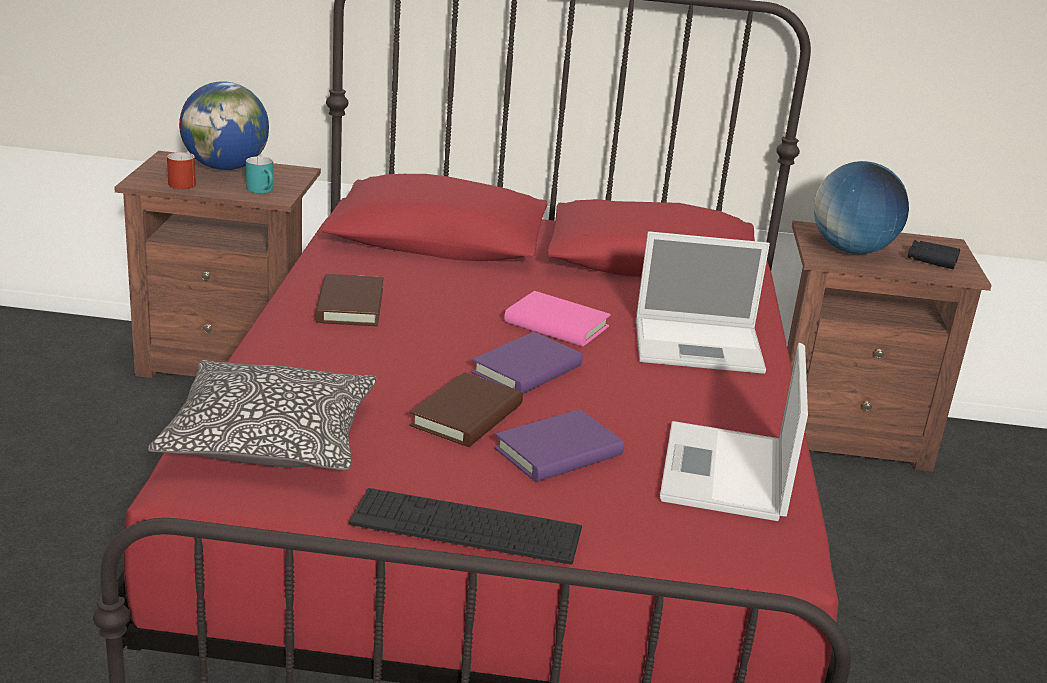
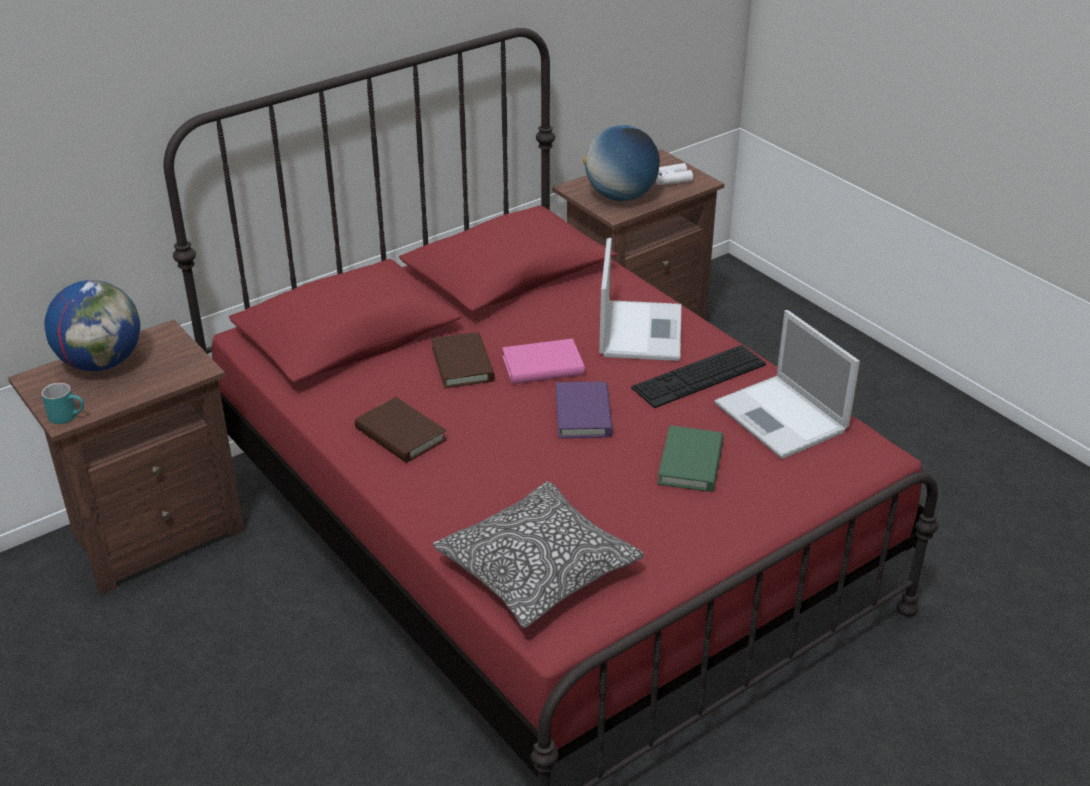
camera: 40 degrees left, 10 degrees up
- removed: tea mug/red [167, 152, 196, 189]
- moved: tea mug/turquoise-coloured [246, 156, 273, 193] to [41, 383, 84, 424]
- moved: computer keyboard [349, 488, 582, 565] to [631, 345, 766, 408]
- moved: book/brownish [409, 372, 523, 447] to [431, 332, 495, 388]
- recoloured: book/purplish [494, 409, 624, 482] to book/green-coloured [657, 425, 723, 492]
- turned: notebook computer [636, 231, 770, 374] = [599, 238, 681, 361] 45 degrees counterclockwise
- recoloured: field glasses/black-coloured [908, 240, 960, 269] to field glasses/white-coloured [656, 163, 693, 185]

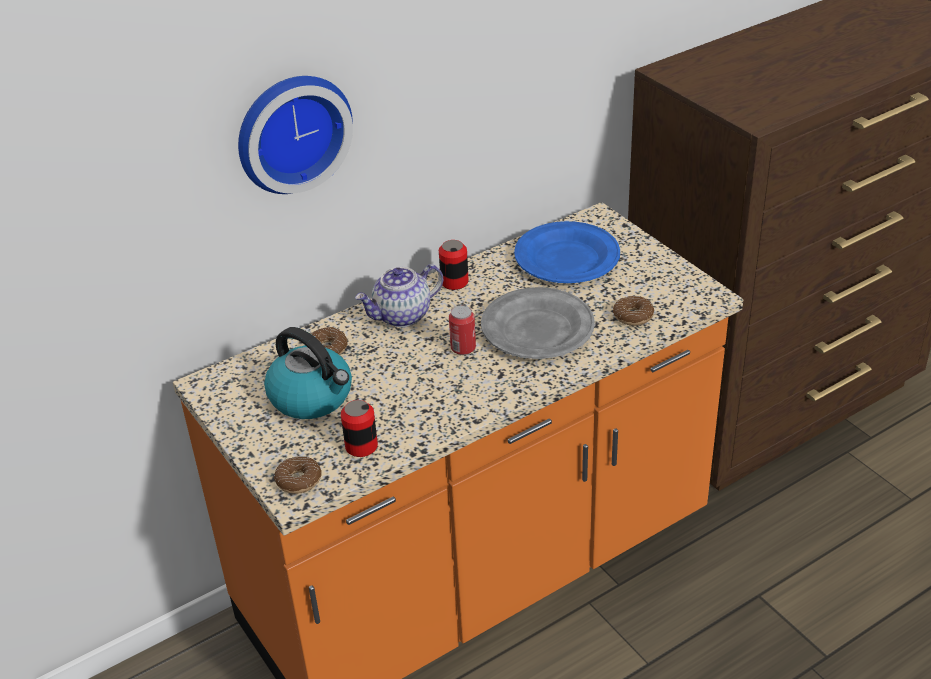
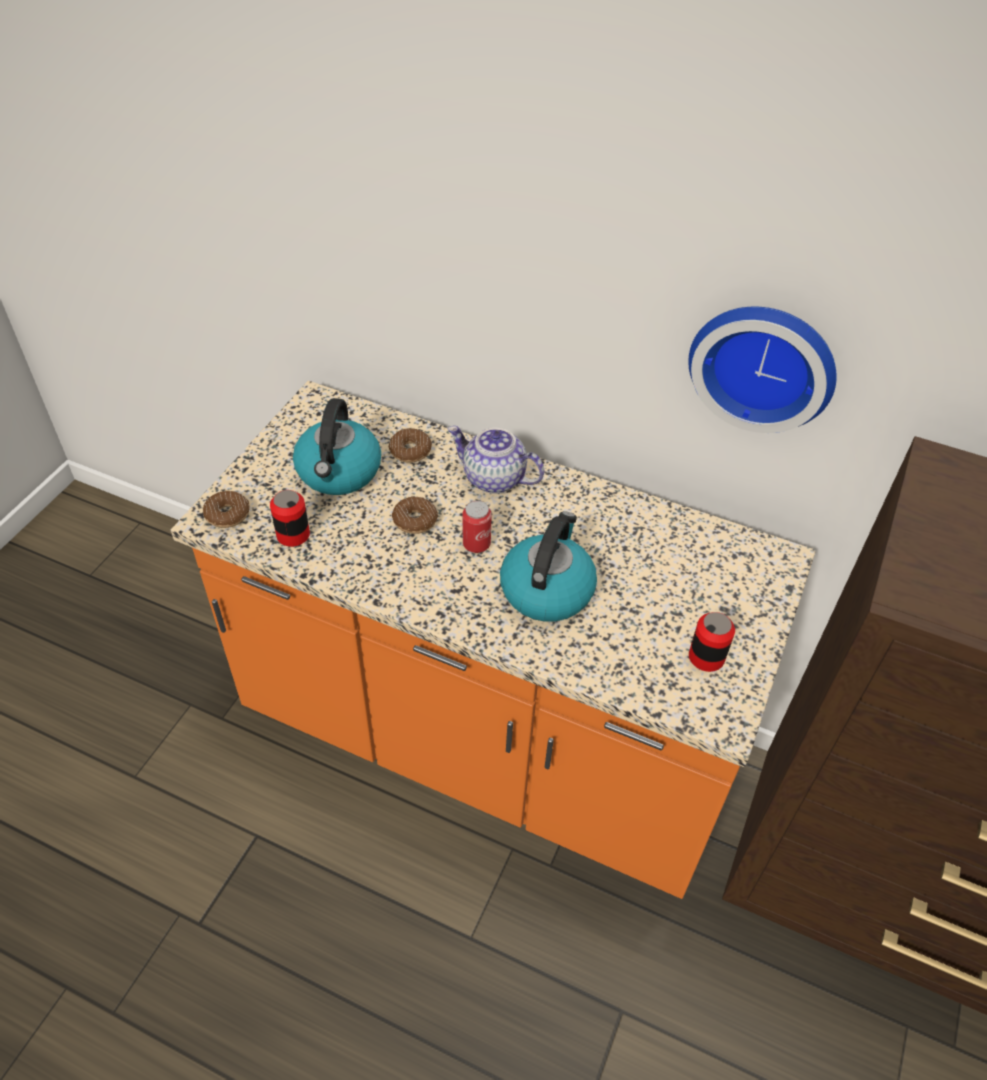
camera: 55 degrees right, 10 degrees up
- moved: clock on the wall [238, 76, 353, 194] to [688, 307, 837, 433]
- moved: metal can [439, 240, 469, 290] to [689, 612, 735, 672]
- replaced: plate/gray [481, 287, 595, 359] to kettle [500, 511, 597, 622]
- removed: plate/blue [514, 221, 620, 283]
- moved: doughnut [613, 296, 654, 326] to [392, 497, 438, 534]

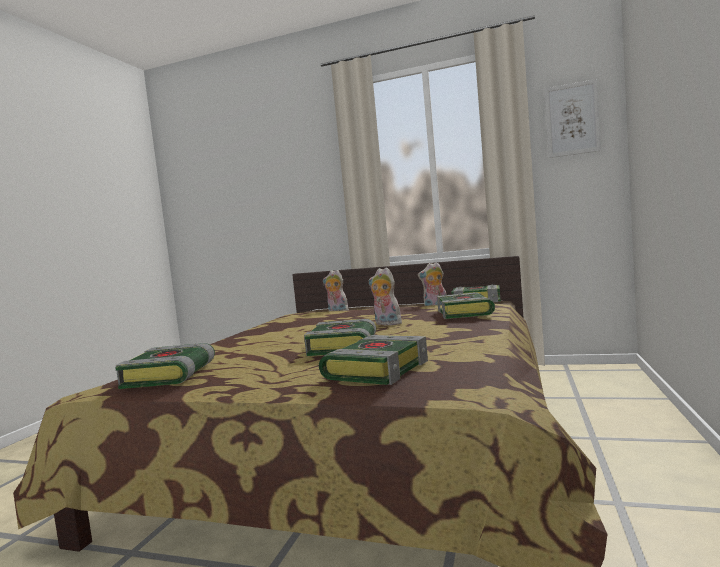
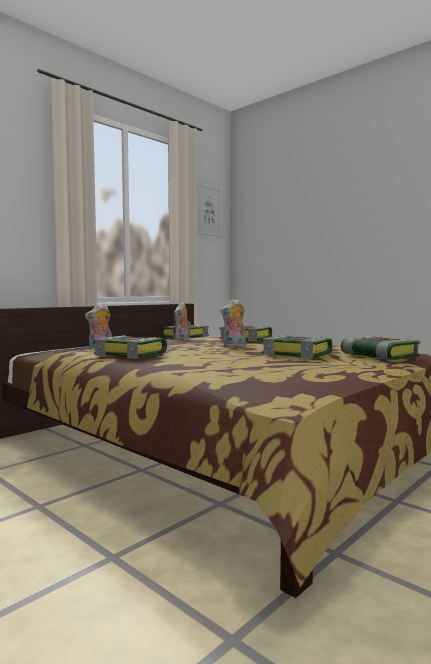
camera: 65 degrees left, 0 degrees up
- moved: book [115, 343, 215, 389] to [94, 335, 167, 359]

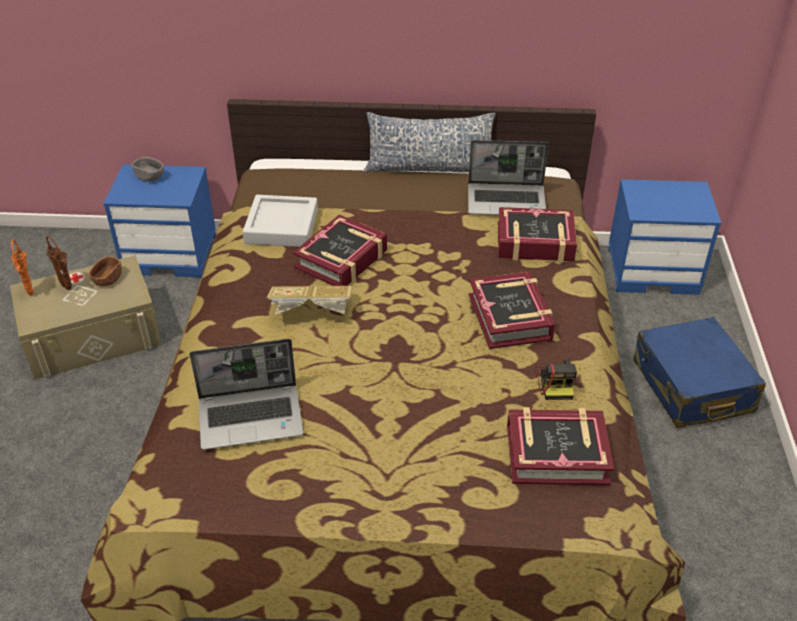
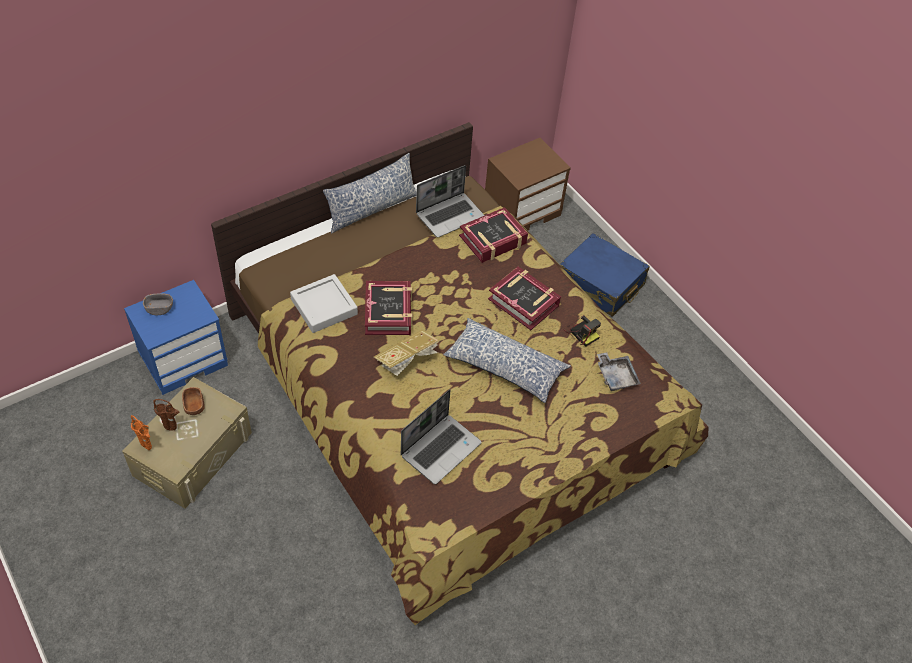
camera: 40 degrees left, 10 degrees up
- replaced: book [507, 407, 614, 485] to carrying tray/gray [597, 352, 641, 391]
- recoloured: nightstand/blue [608, 179, 721, 295] to nightstand/brownish [485, 138, 571, 230]
- added: pillow [443, 318, 571, 403]

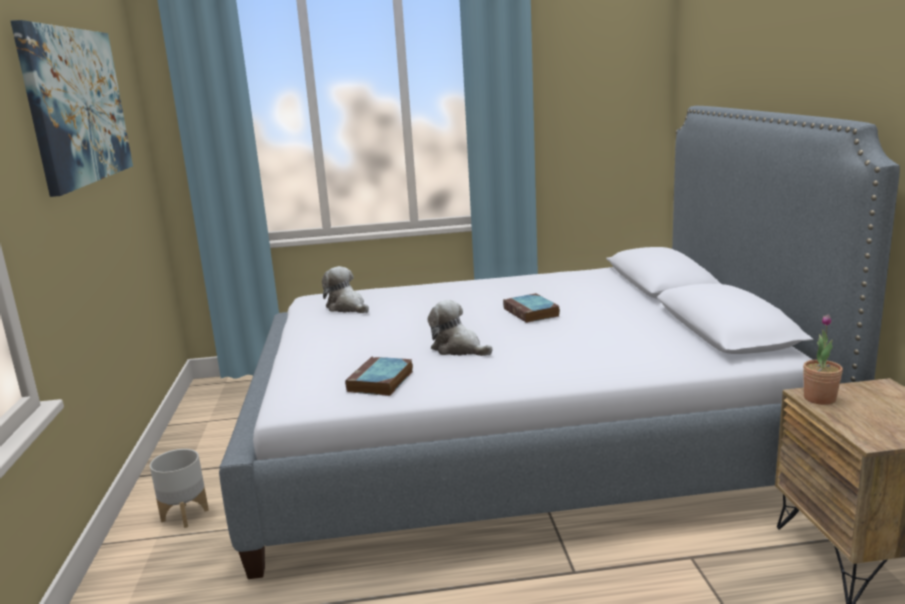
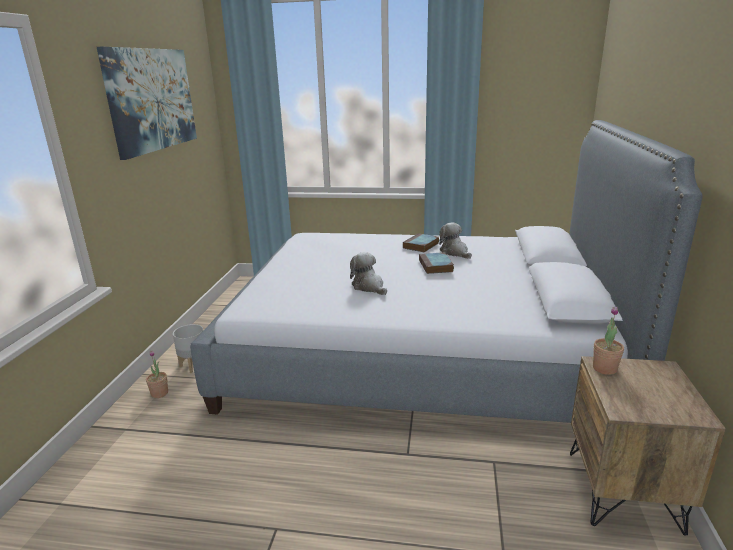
camera: 15 degrees right, 5 degrees up
- moved: soft toy [322, 266, 369, 313] to [439, 222, 472, 259]
- moved: book [345, 357, 413, 396] to [403, 233, 439, 252]
- added: potted plant [146, 351, 168, 398]

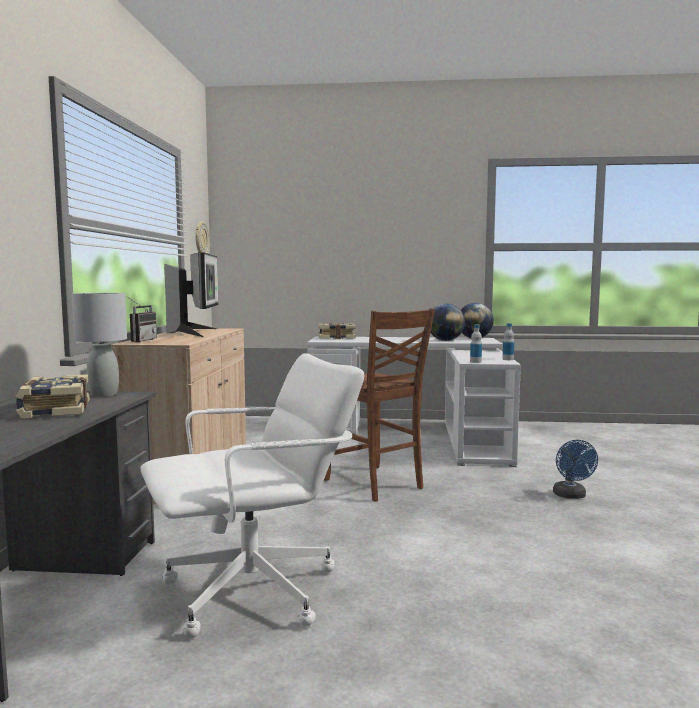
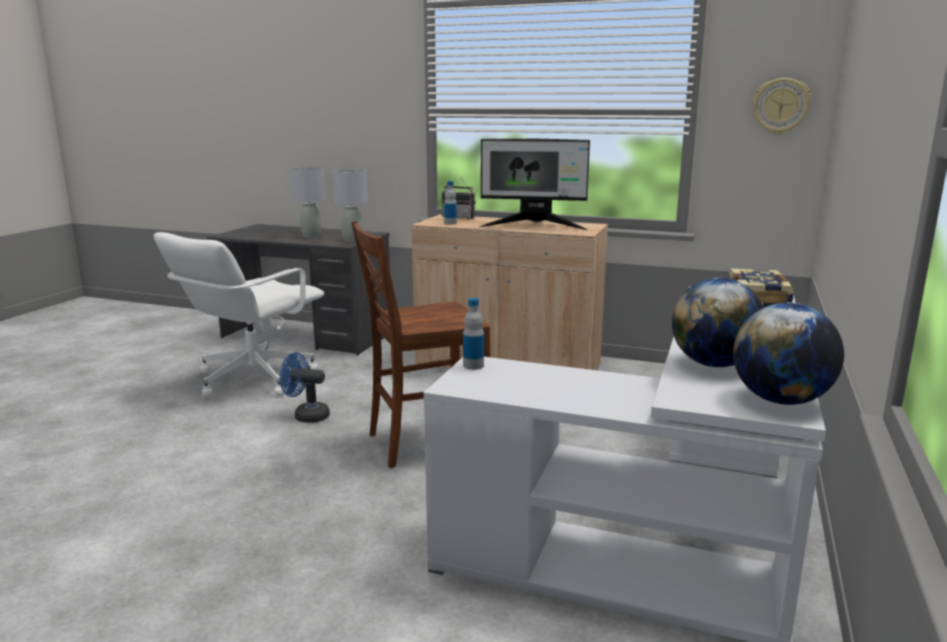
camera: 105 degrees right, 10 degrees up
- replaced: book [15, 374, 90, 418] to lamp for a table/gray [290, 167, 326, 238]
- turned: desk chair/white-coloured [140, 353, 364, 638] = [154, 232, 324, 398] 45 degrees clockwise
- moved: beverage bottle [502, 323, 514, 360] to [444, 181, 457, 225]
- moved: cooling fan/blue [553, 440, 598, 499] to [280, 352, 330, 423]

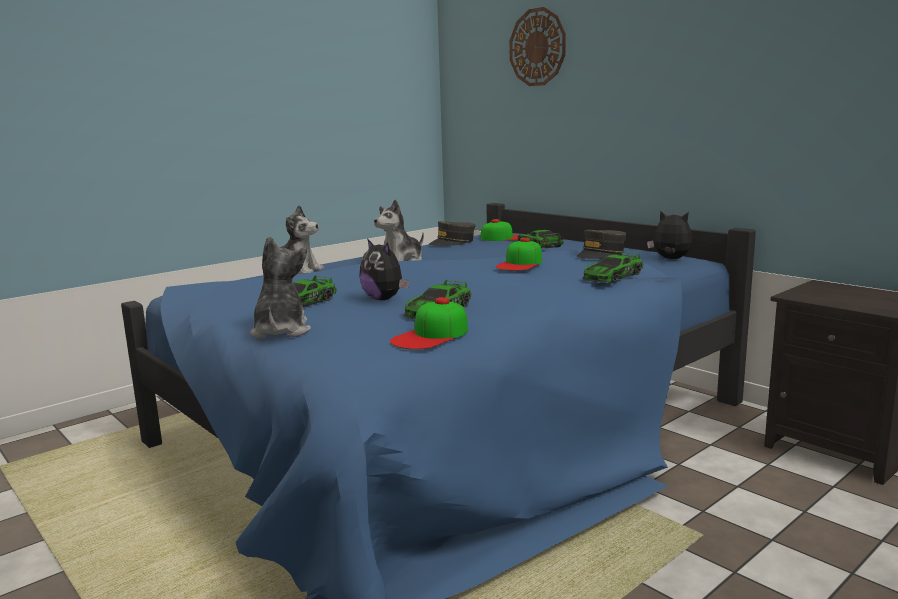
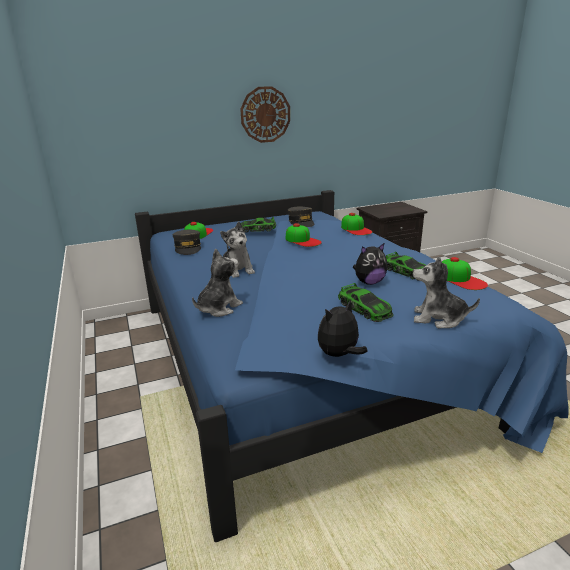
camera: 70 degrees left, 10 degrees up
- moved: clock on the wall [510, 7, 566, 86] to [240, 86, 290, 143]
- replaced: toy car [582, 252, 643, 283] to baseball cap [341, 213, 372, 235]
- moved: soft toy [647, 210, 692, 259] to [318, 299, 368, 357]

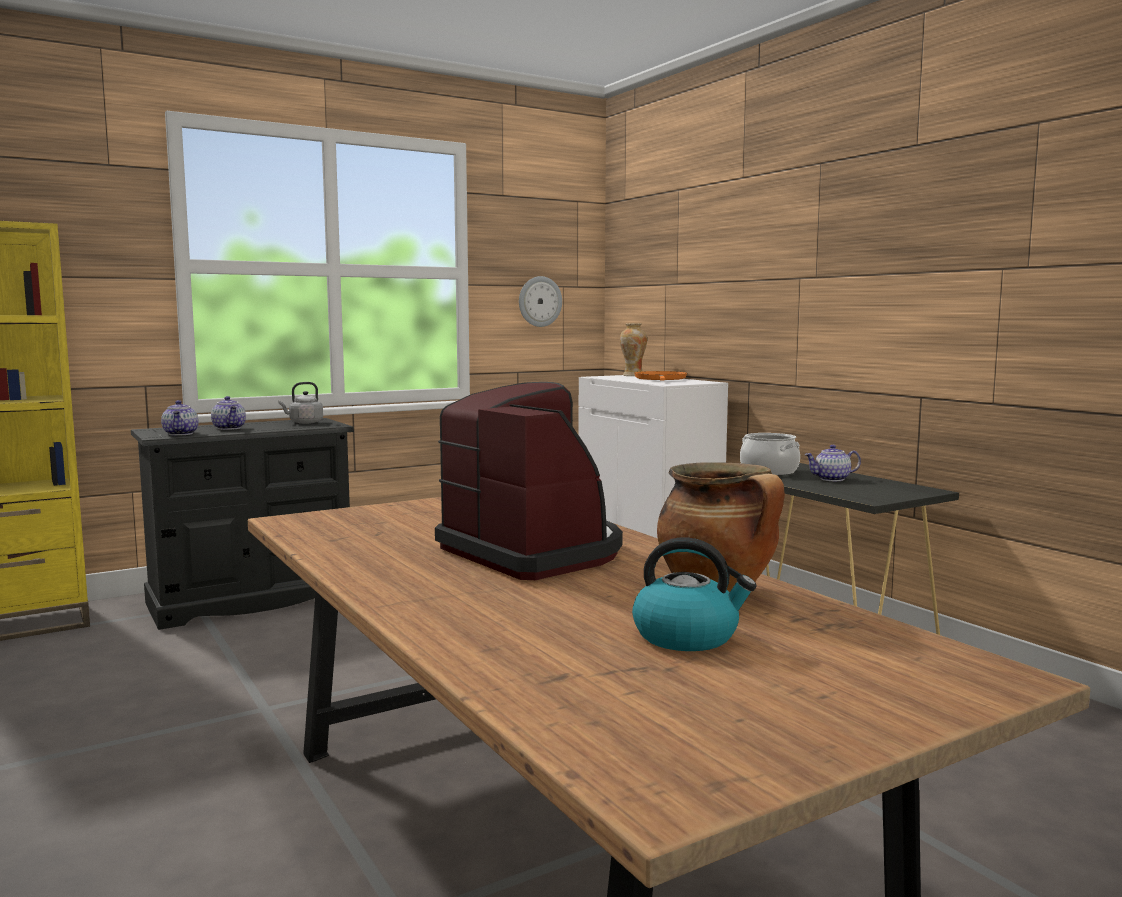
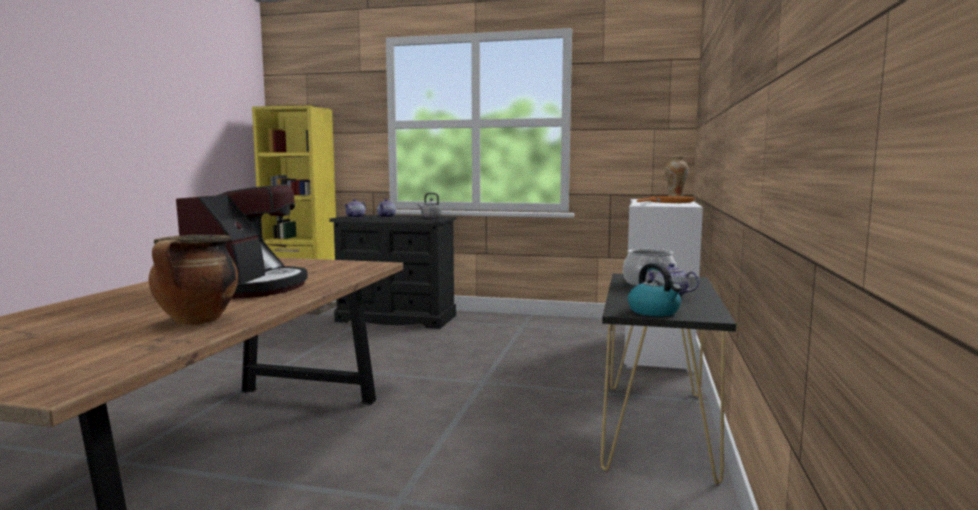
camera: 45 degrees right, 0 degrees up
- removed: clock on the wall [519, 276, 562, 327]
- moved: kettle [632, 538, 757, 651] to [628, 263, 681, 317]

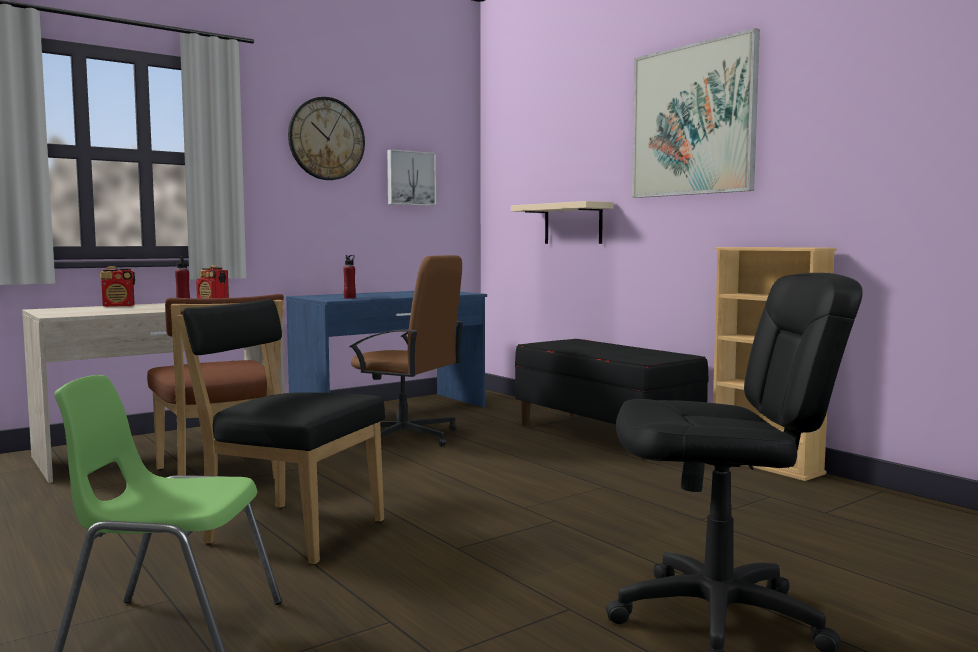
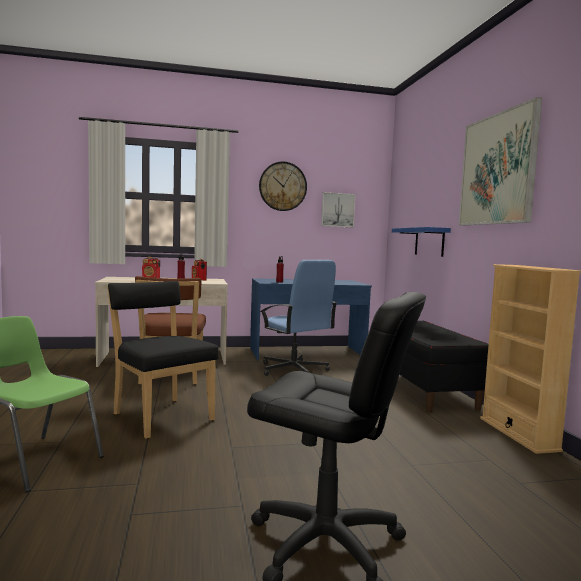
camera: 25 degrees right, 0 degrees up
- recoloured: desk chair/brownish [349, 255, 463, 447] to desk chair/blue [260, 260, 337, 376]
- recoloured: shelf/beige [511, 201, 614, 244] to shelf/blue [392, 227, 451, 257]

